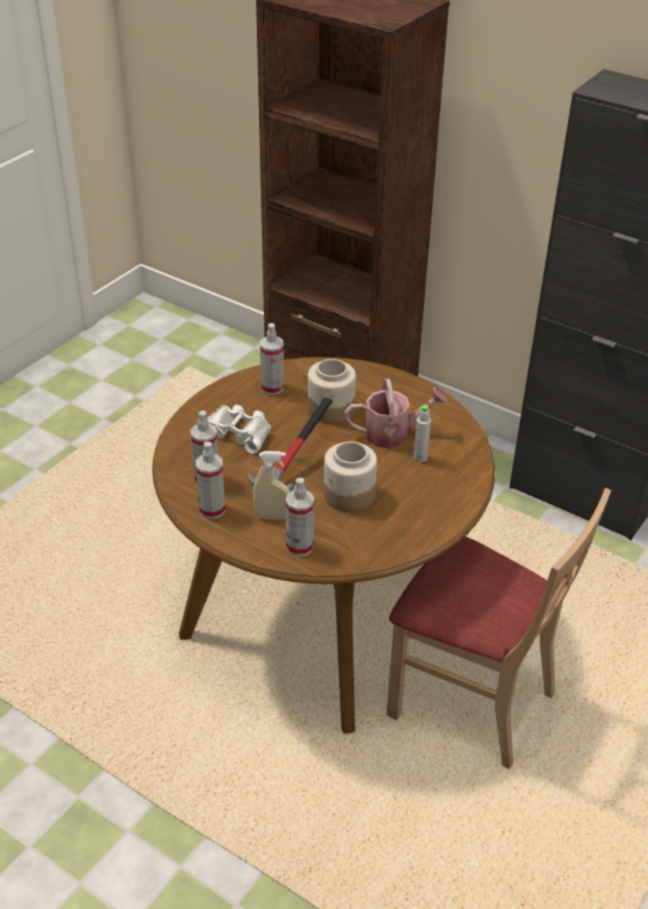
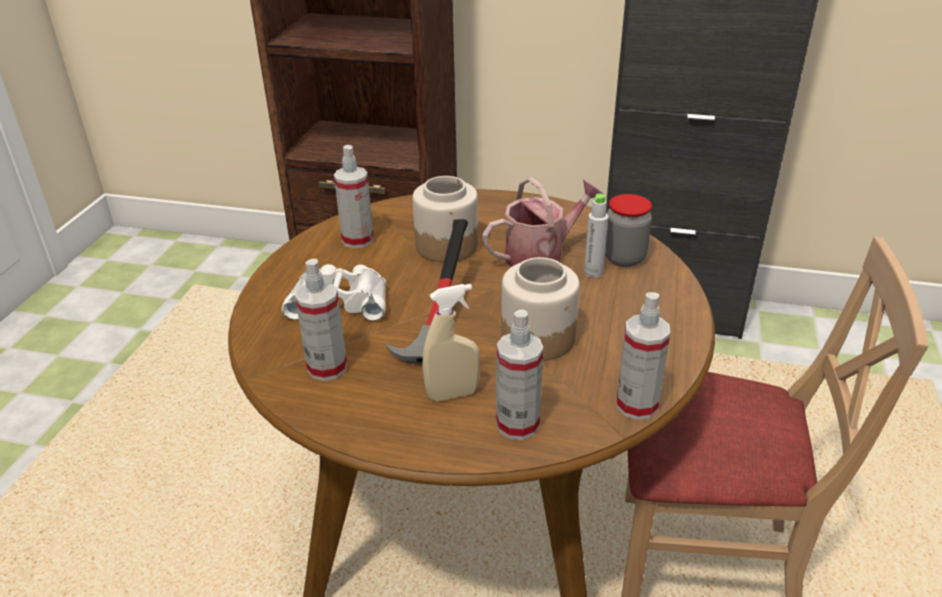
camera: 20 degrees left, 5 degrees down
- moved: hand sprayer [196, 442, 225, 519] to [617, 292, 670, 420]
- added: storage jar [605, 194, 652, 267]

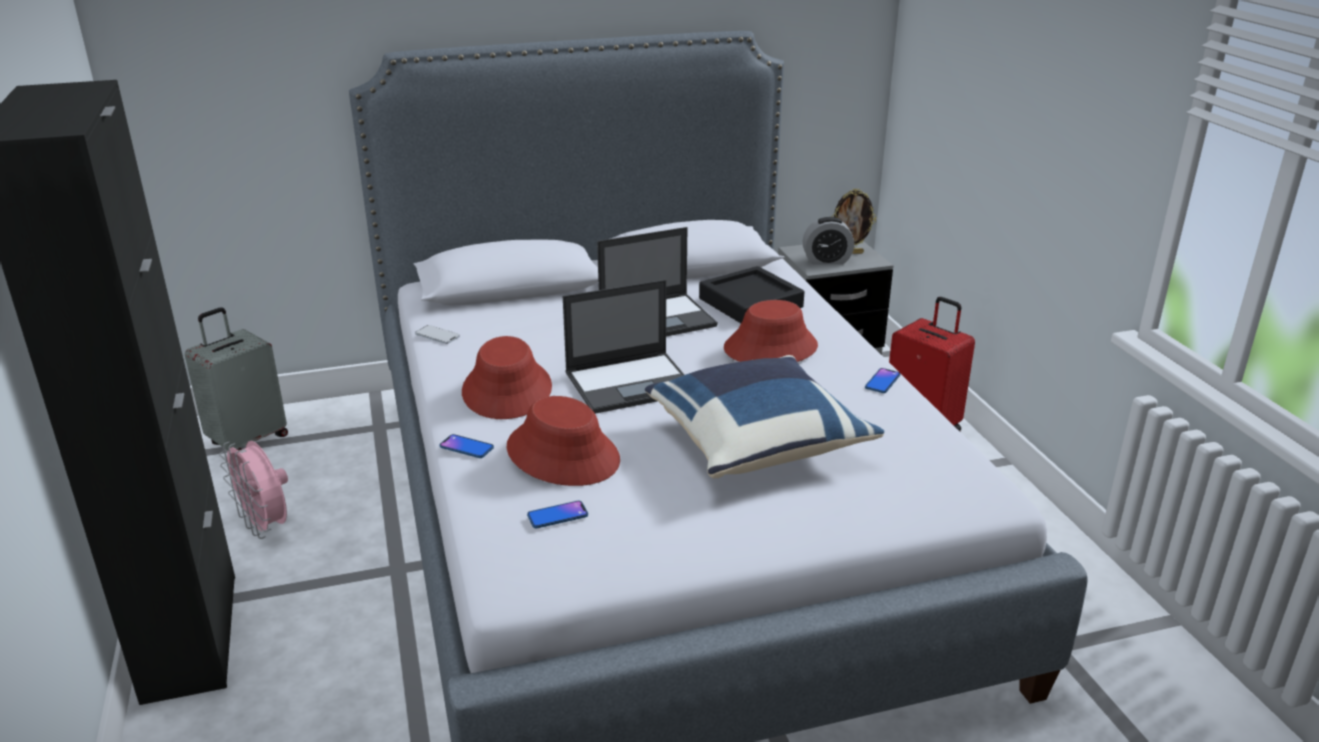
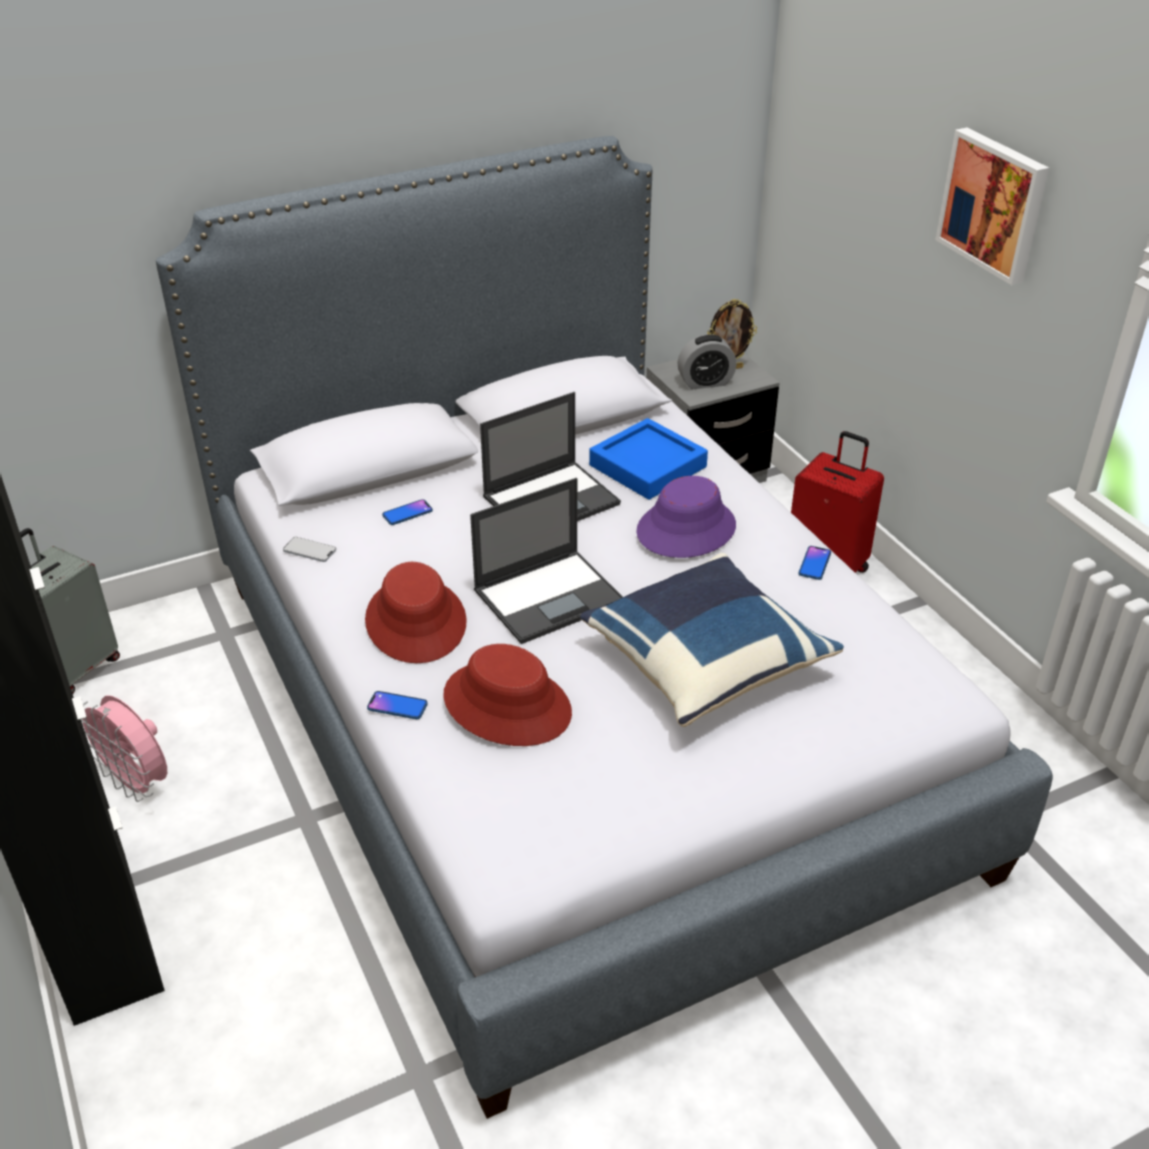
camera: 10 degrees left, 10 degrees up
- moved: telephone [527, 501, 588, 528] to [382, 499, 433, 525]
- recoloured: carrying tray/black-coloured [699, 266, 804, 323] to carrying tray/blue [589, 418, 708, 500]
- recoloured: clothing hat/red [724, 300, 818, 362] to clothing hat/purplish [636, 476, 736, 558]
- added: wall art [935, 128, 1049, 285]

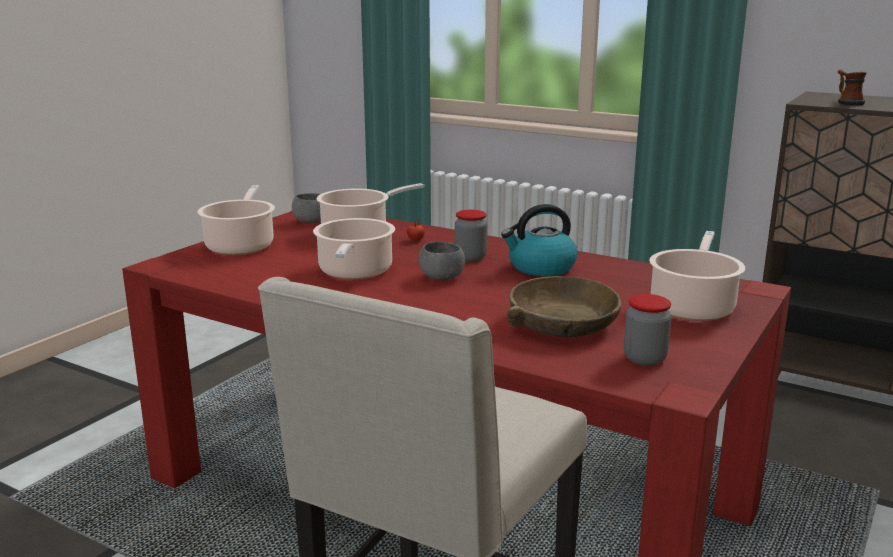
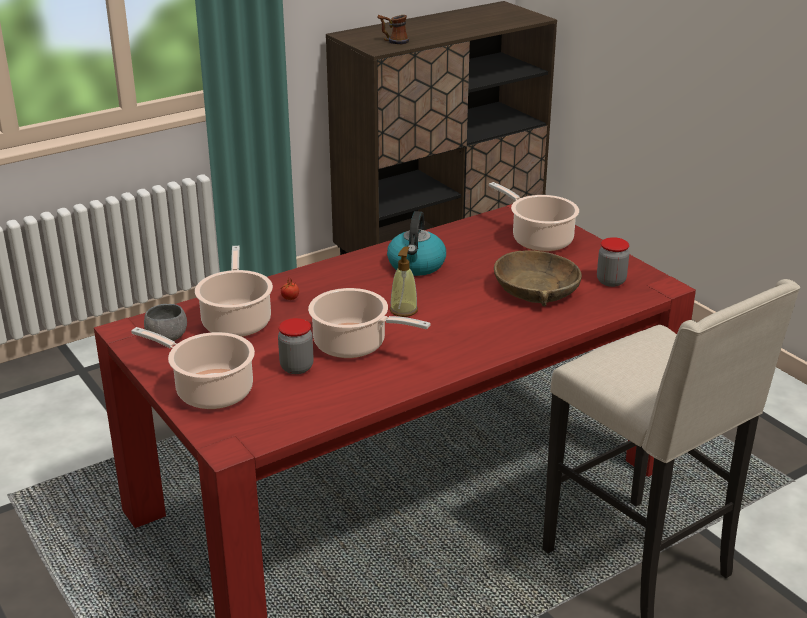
camera: 65 degrees left, 10 degrees up
- replaced: deep dish/gray [419, 242, 465, 280] to soap bottle [390, 247, 418, 317]
- moved: storage jar [455, 210, 487, 262] to [278, 318, 314, 374]

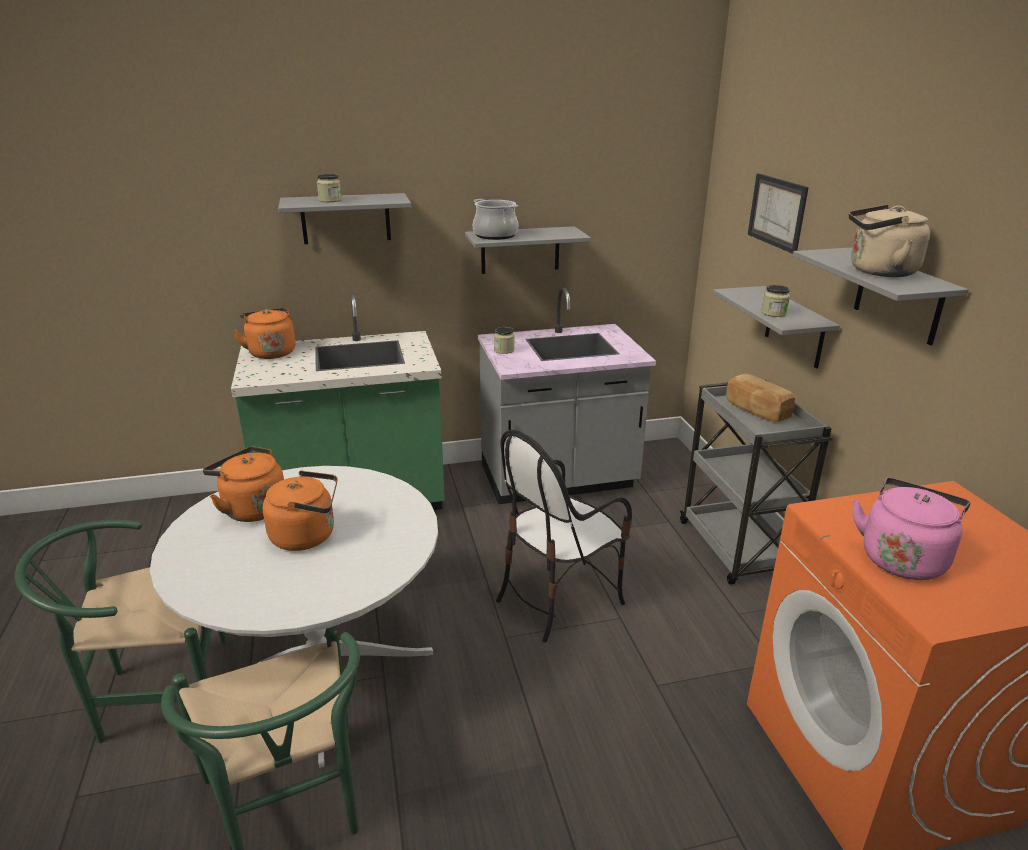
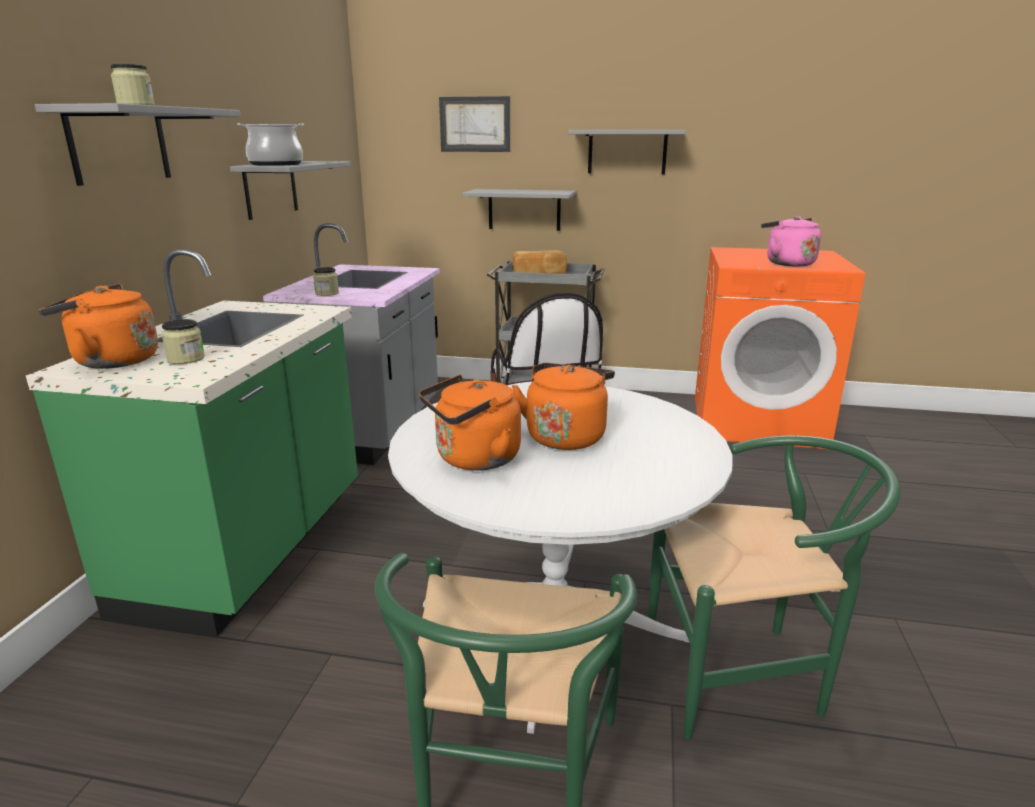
camera: 65 degrees left, 5 degrees down
- moved: storage jar [761, 285, 790, 317] to [162, 319, 205, 364]
- removed: kettle/beige [849, 205, 930, 277]

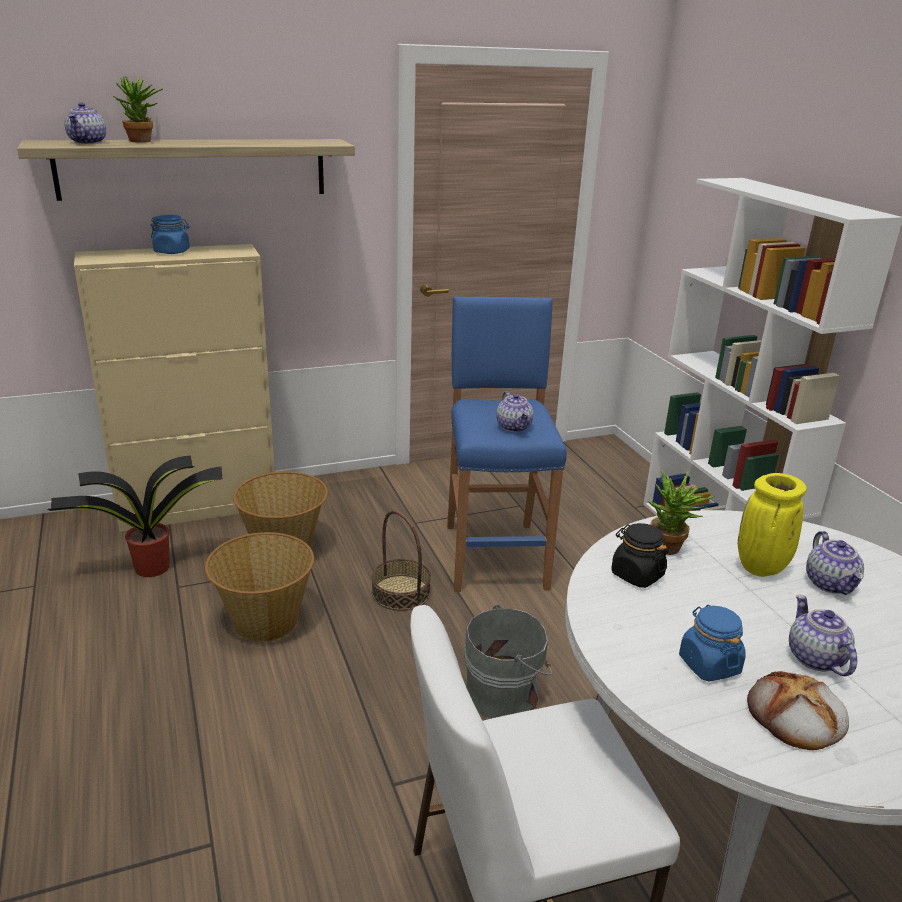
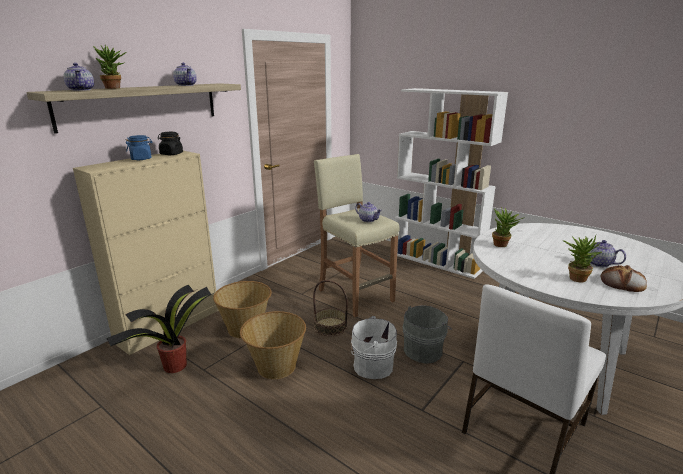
camera: 30 degrees left, 5 degrees down
- recoloured: sitting stool/blue [447, 296, 567, 592] to sitting stool/beige [314, 154, 400, 317]
- moved: storage jar/black-coloured [611, 523, 668, 588] to [158, 132, 183, 155]
- replaced: storage jar/blue [679, 605, 746, 681] to potted plant [563, 235, 602, 283]
- removed: flower vase/yellowish [738, 473, 807, 577]
- moved: pot for tea [806, 531, 864, 595] to [173, 63, 197, 86]
- added: bucket/white-coloured [351, 316, 397, 379]

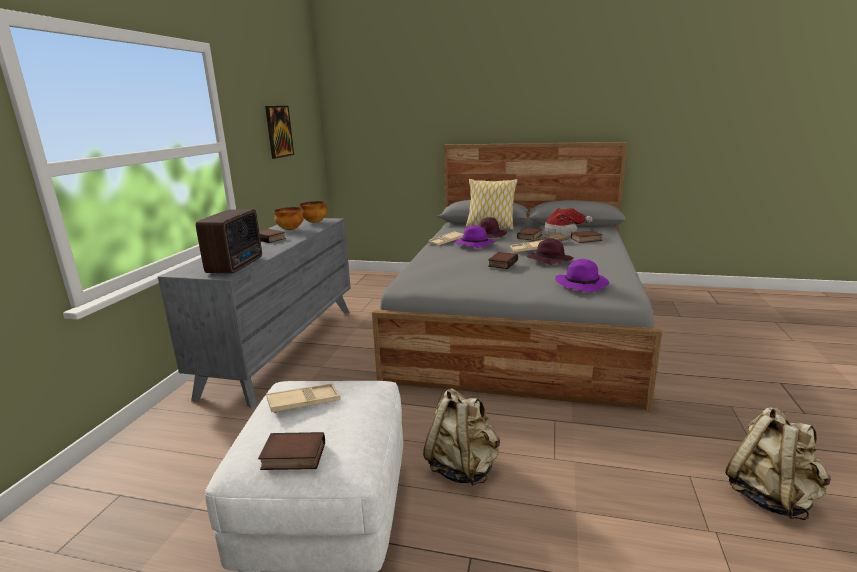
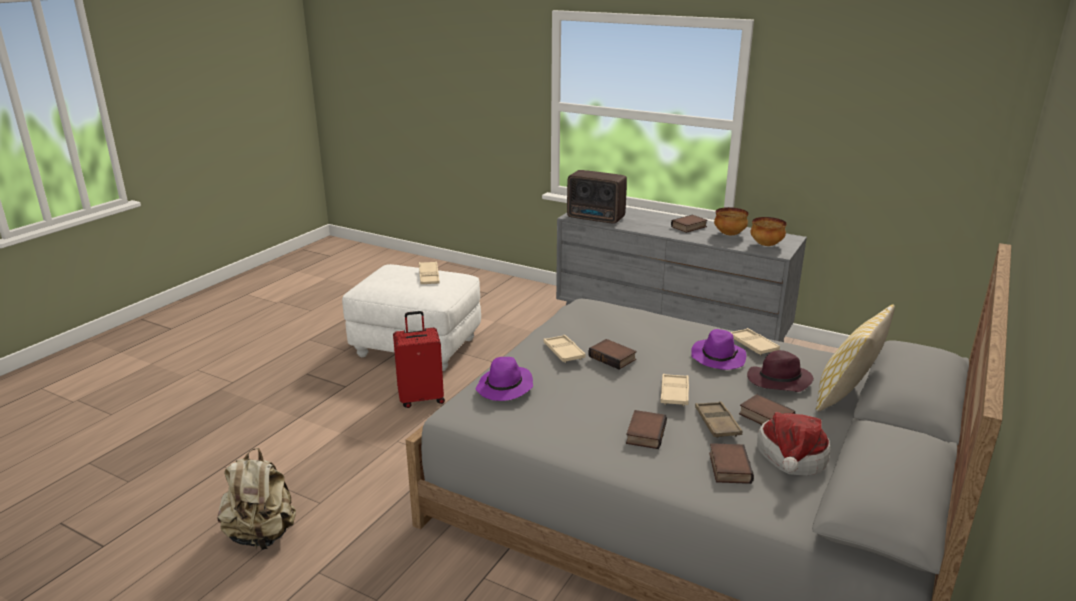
camera: 105 degrees right, 5 degrees up
- moved: book [258, 432, 325, 470] to [626, 410, 667, 449]
- removed: wall art [265, 106, 294, 159]
- replaced: rucksack/beige [423, 389, 500, 486] to travel case/red [393, 311, 445, 408]
- removed: clothing hat/purplish [527, 238, 574, 265]
- added: carrying tray/beige [543, 335, 586, 363]

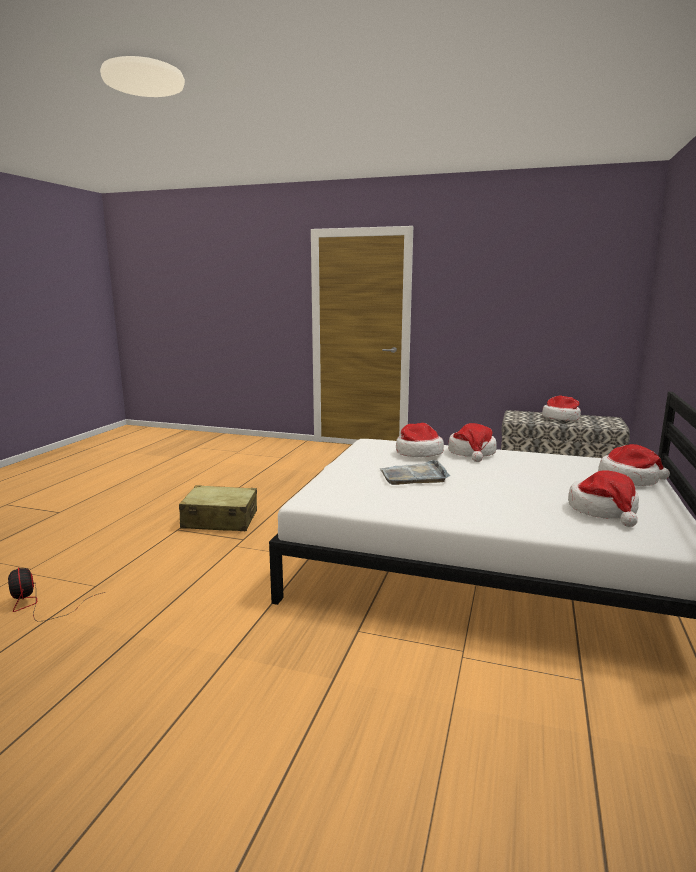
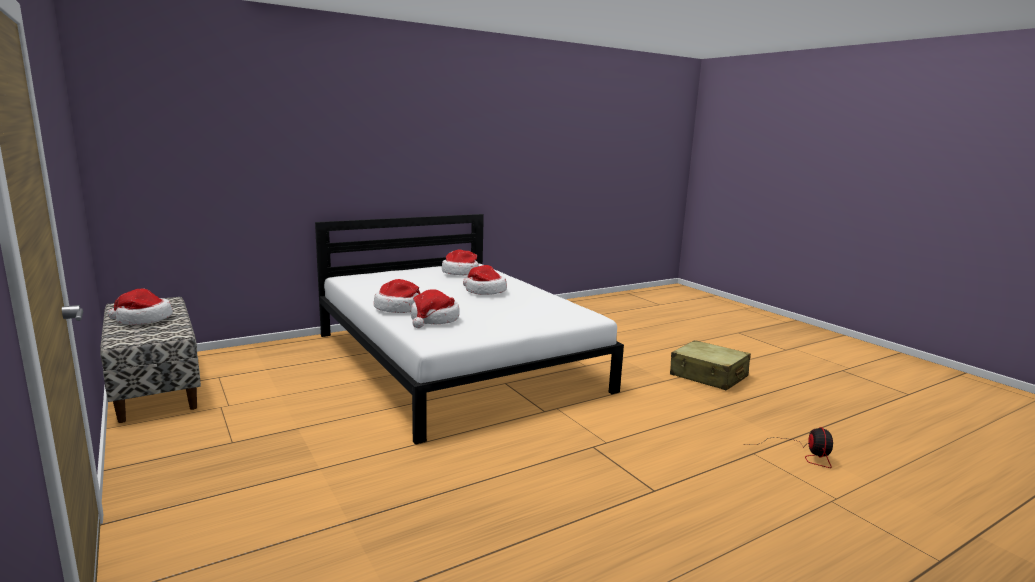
camera: 140 degrees left, 0 degrees up
- moved: travel case/beige [179, 485, 257, 531] to [670, 340, 751, 390]
- removed: carrying tray/gray [380, 460, 450, 485]
- moved: clothing hat [598, 444, 670, 486] to [463, 265, 507, 295]

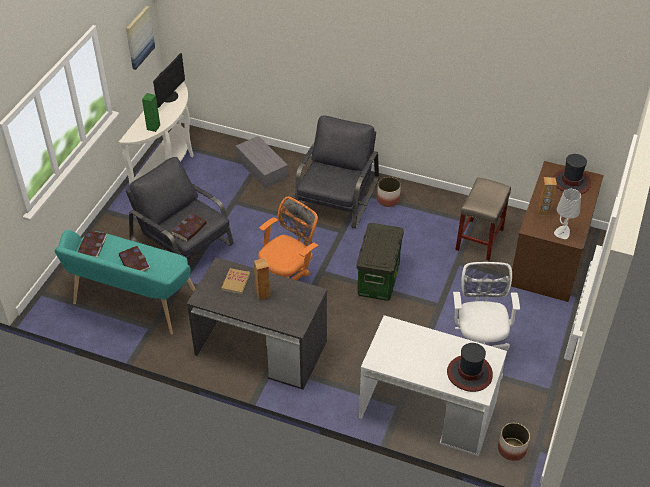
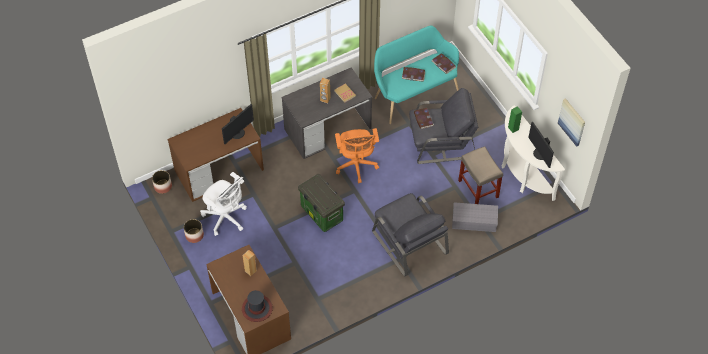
camera: 130 degrees right, 10 degrees up
- recoloured: desk/white-coloured [359, 315, 507, 456] to desk/brownish [167, 108, 264, 202]
- moved: flower pot [377, 177, 401, 207] to [184, 219, 204, 243]
- removed: clothing hat [447, 343, 493, 392]
- moved: sitting stool/beige [455, 177, 511, 261] to [458, 146, 503, 204]
- removed: lamp for a table/gray [554, 189, 581, 239]
- added: monitor [222, 104, 254, 145]

